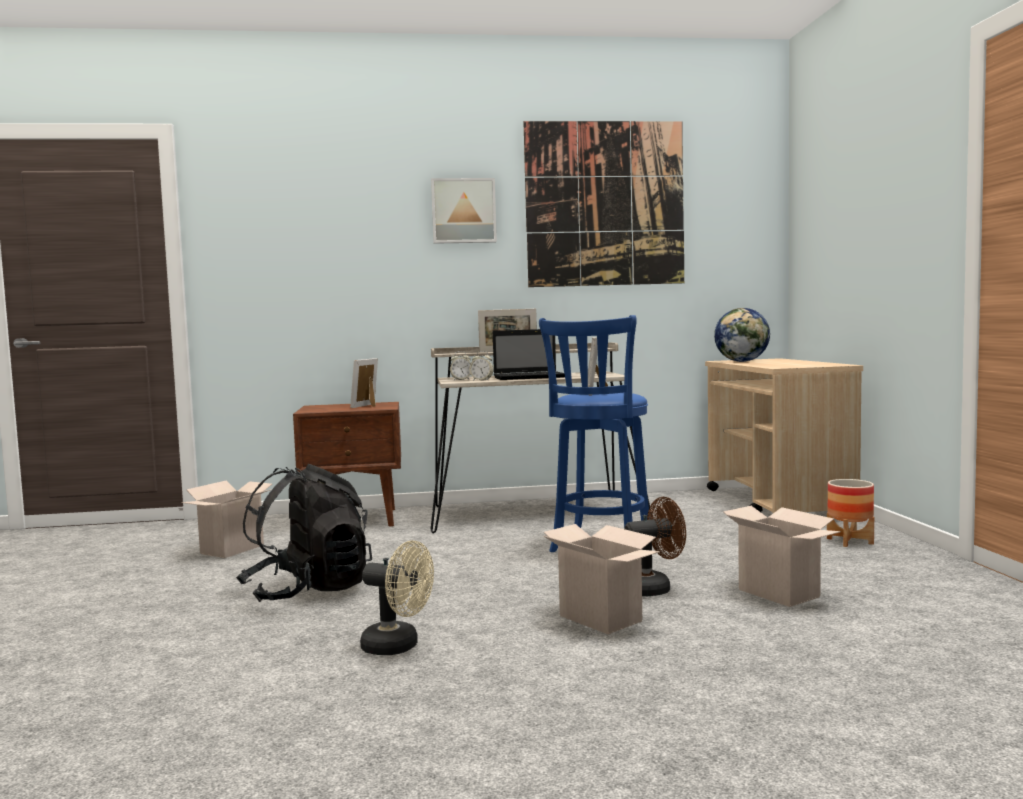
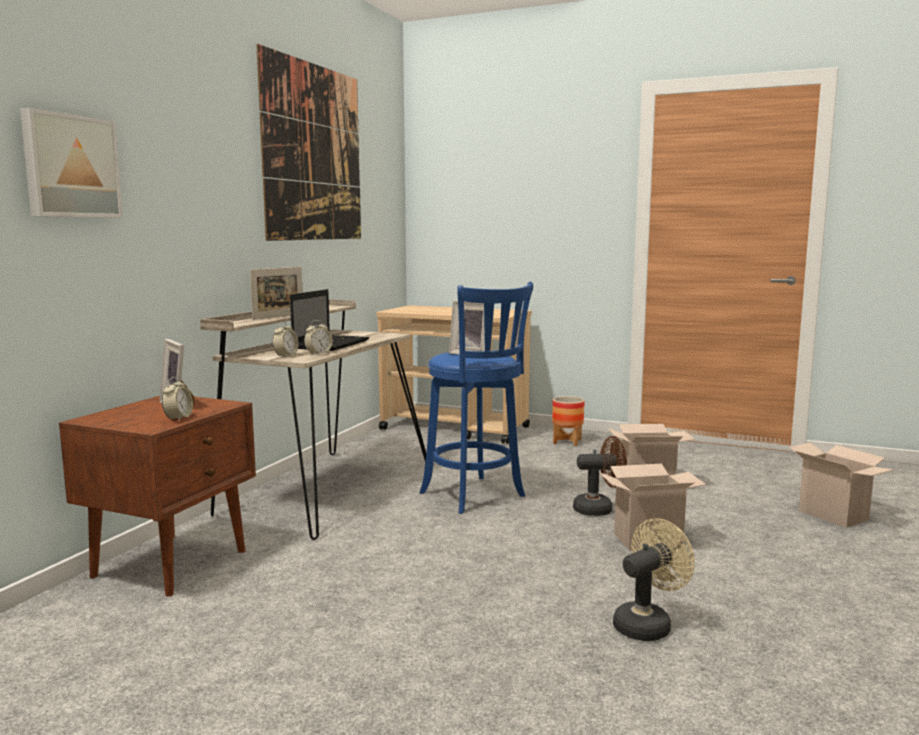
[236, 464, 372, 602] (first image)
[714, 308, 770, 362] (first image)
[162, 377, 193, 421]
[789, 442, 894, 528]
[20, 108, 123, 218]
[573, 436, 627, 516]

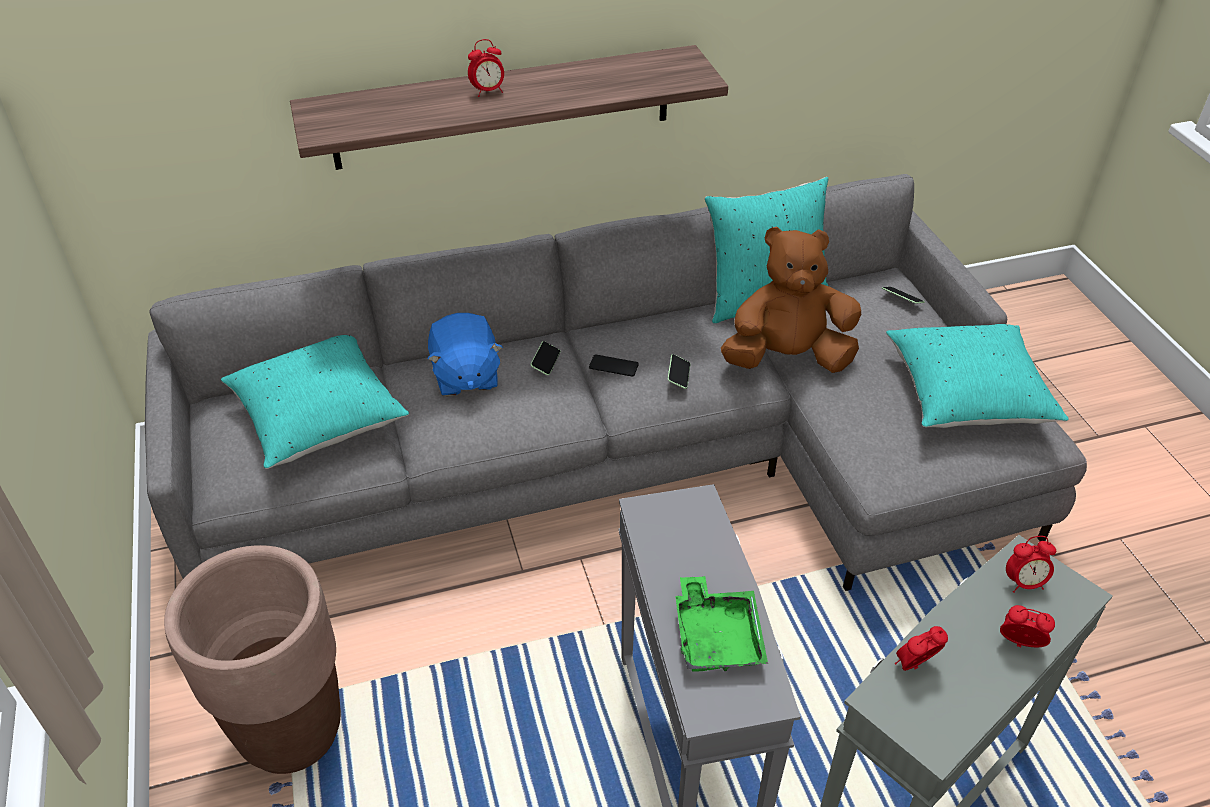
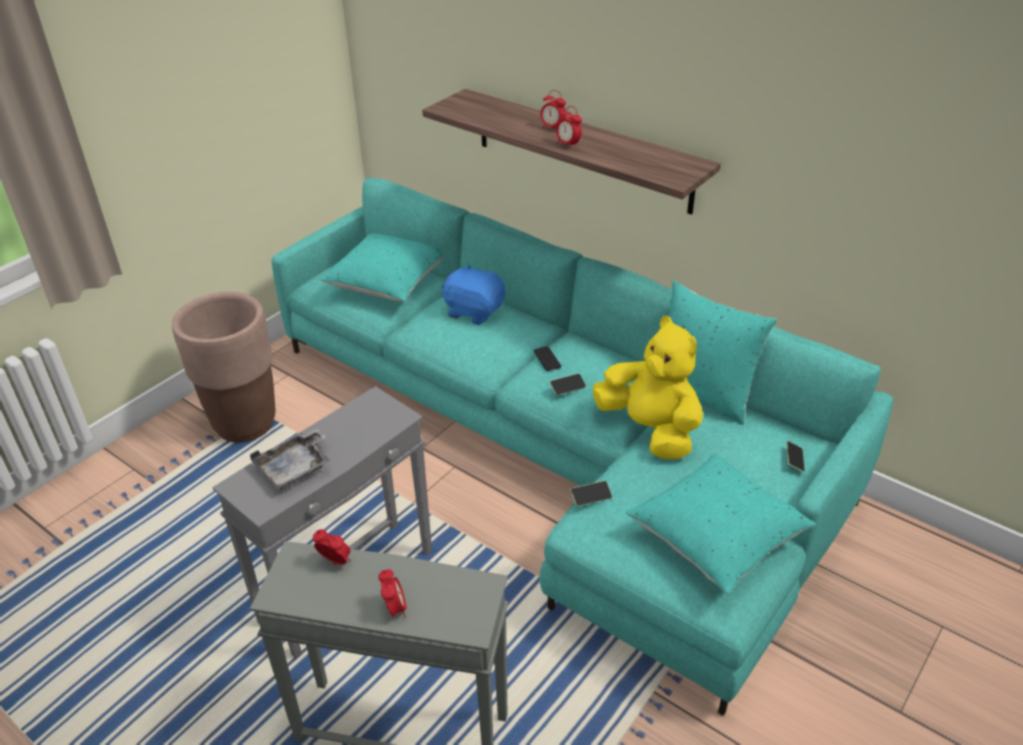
[570, 481, 612, 506]
[556, 106, 582, 149]
[272, 178, 894, 716]
[250, 428, 330, 490]
[593, 316, 703, 459]
[442, 264, 505, 325]

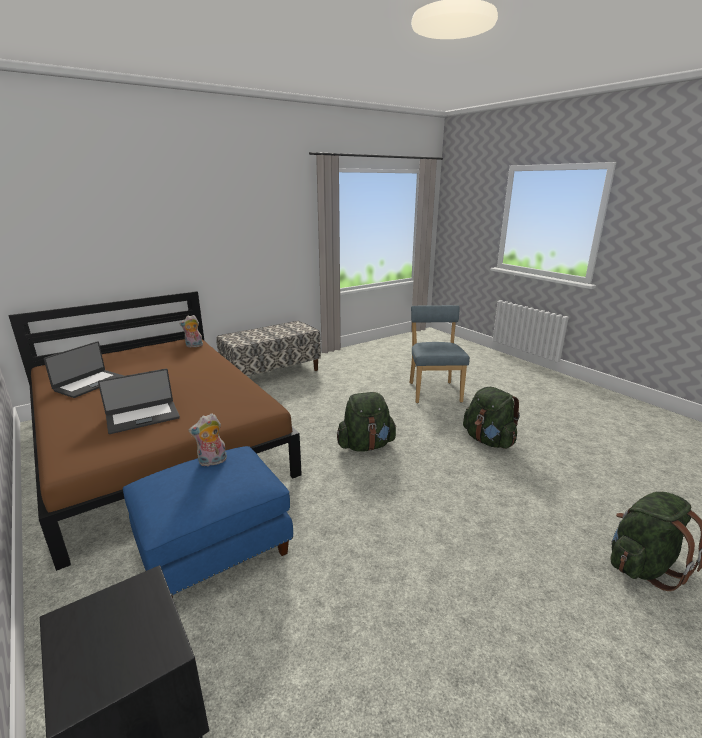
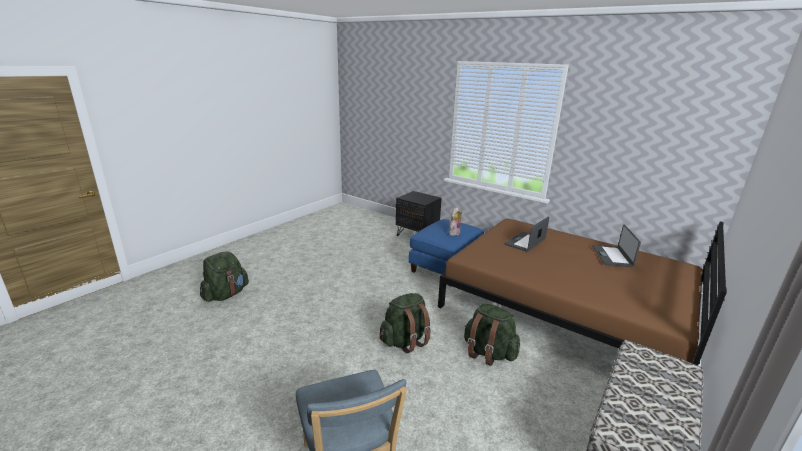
[179, 315, 203, 348] (first image)
[464, 304, 520, 366]

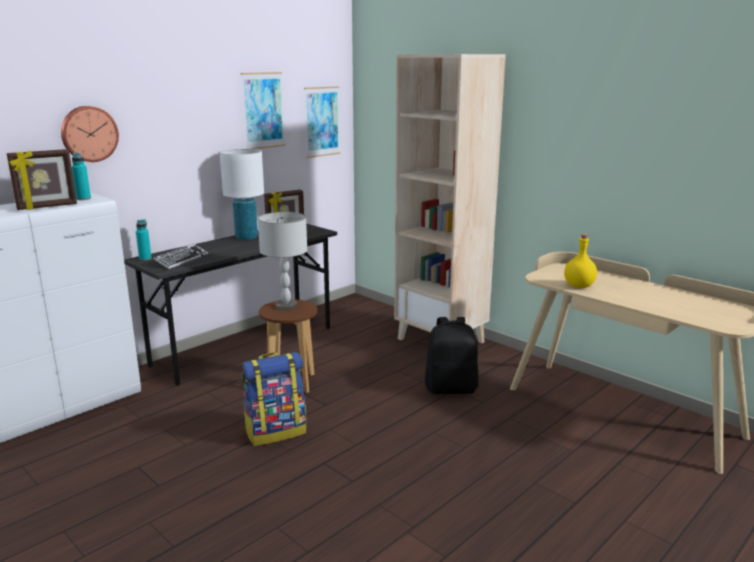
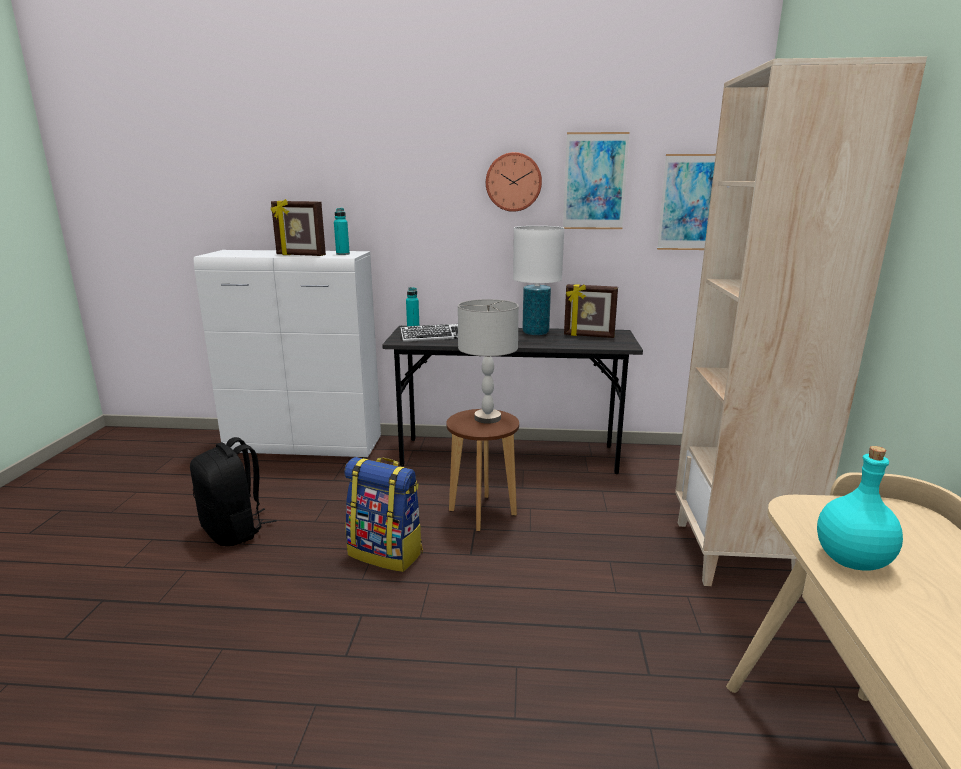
[486, 152, 542, 212]
[190, 437, 277, 546]
[817, 446, 903, 571]

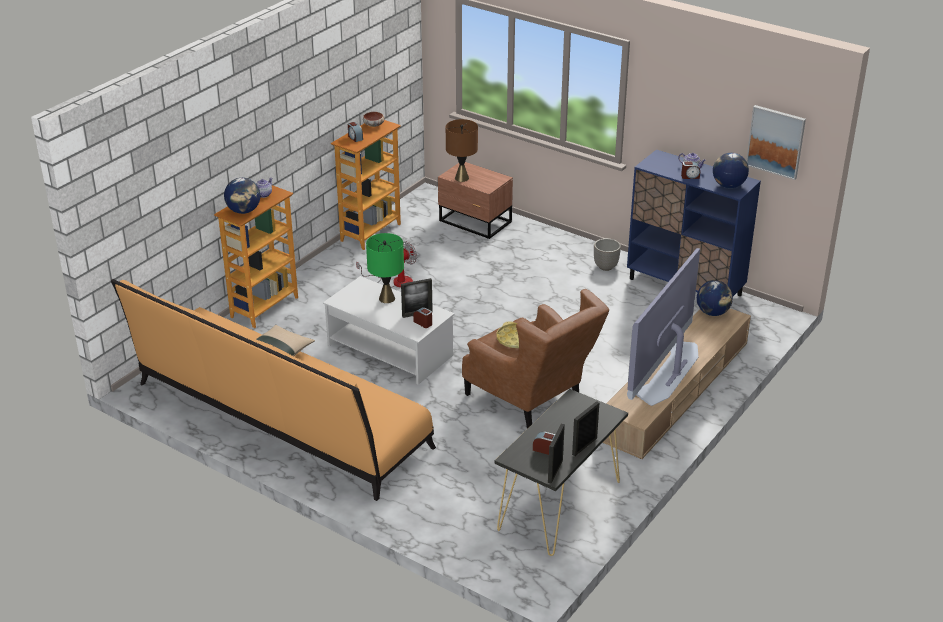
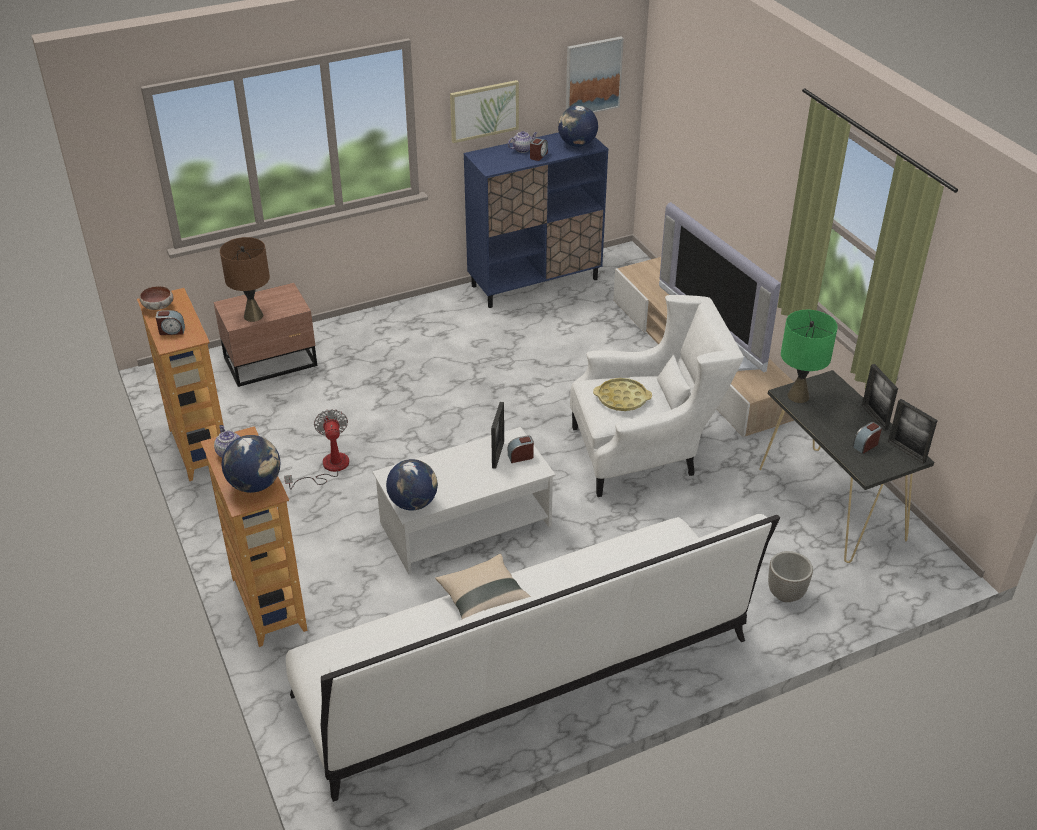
[450, 80, 519, 143]
[781, 310, 838, 403]
[768, 551, 813, 602]
[386, 459, 438, 511]
[286, 514, 780, 802]
[570, 295, 744, 497]

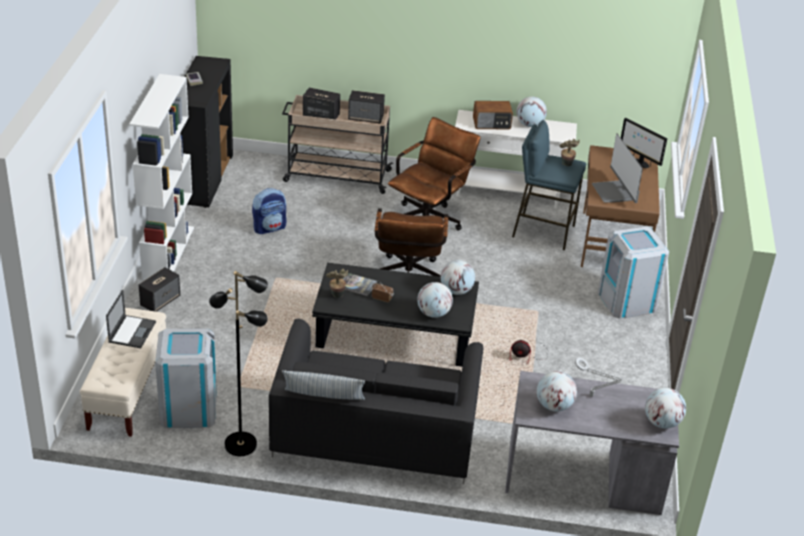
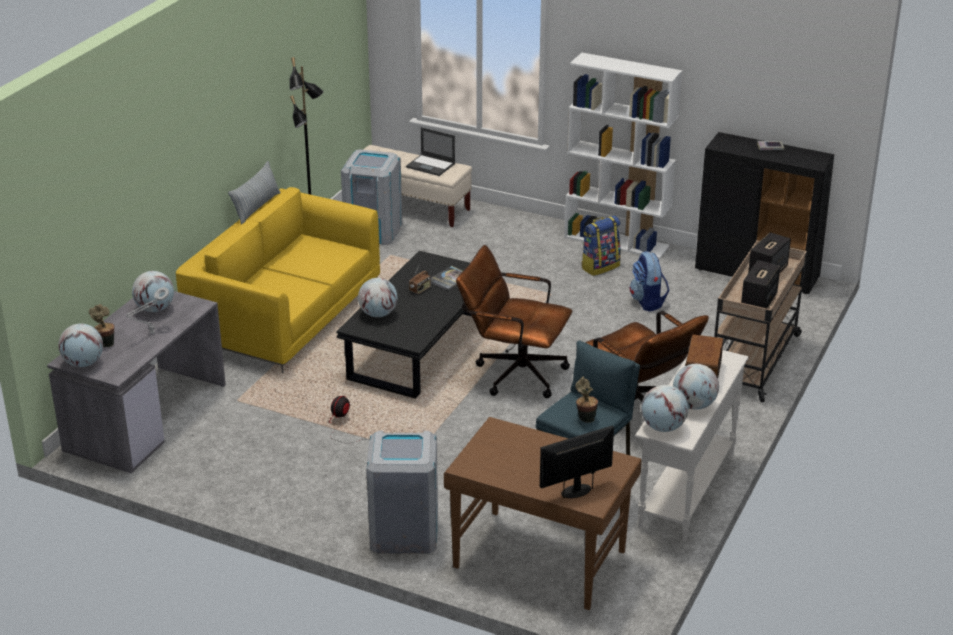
[139, 267, 180, 312] (first image)
[591, 133, 643, 203] (first image)
[581, 216, 621, 276]
[89, 304, 114, 347]
[641, 385, 688, 432]
[176, 187, 380, 373]

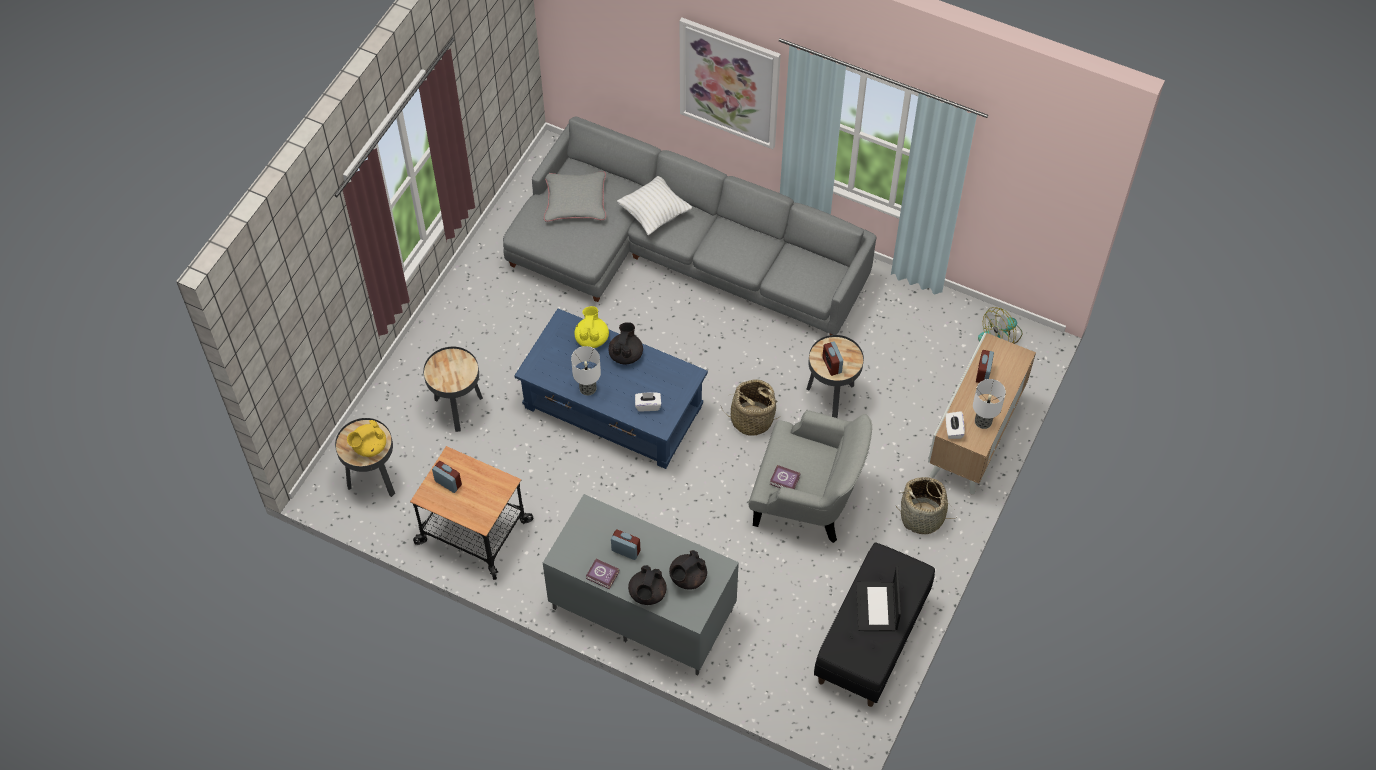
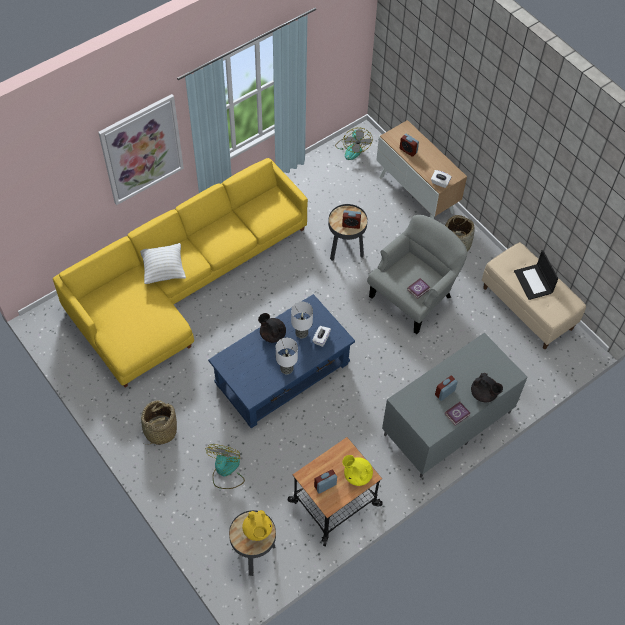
[544, 171, 606, 222] (first image)
[669, 550, 707, 590] (first image)
[342, 455, 373, 486]
[141, 400, 177, 445]
[291, 301, 313, 339]
[206, 444, 245, 489]
[53, 158, 308, 387]
[482, 242, 586, 349]
[514, 250, 558, 300]

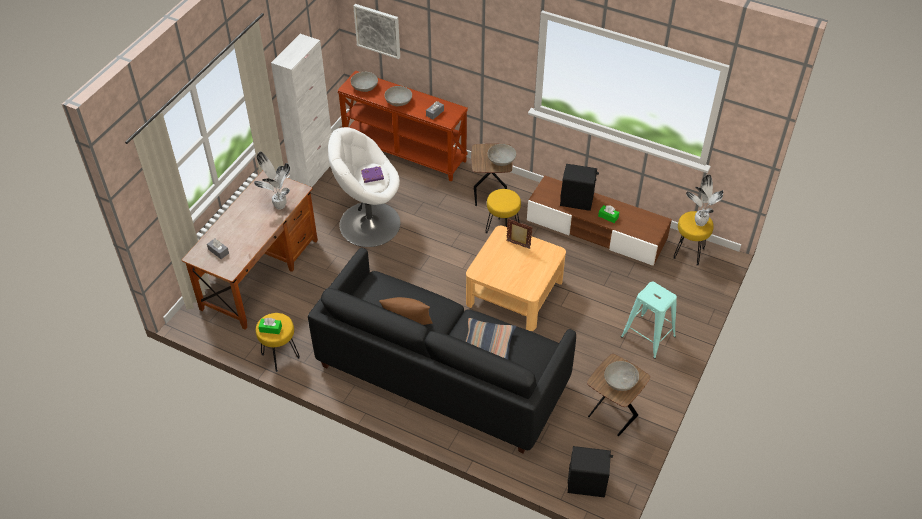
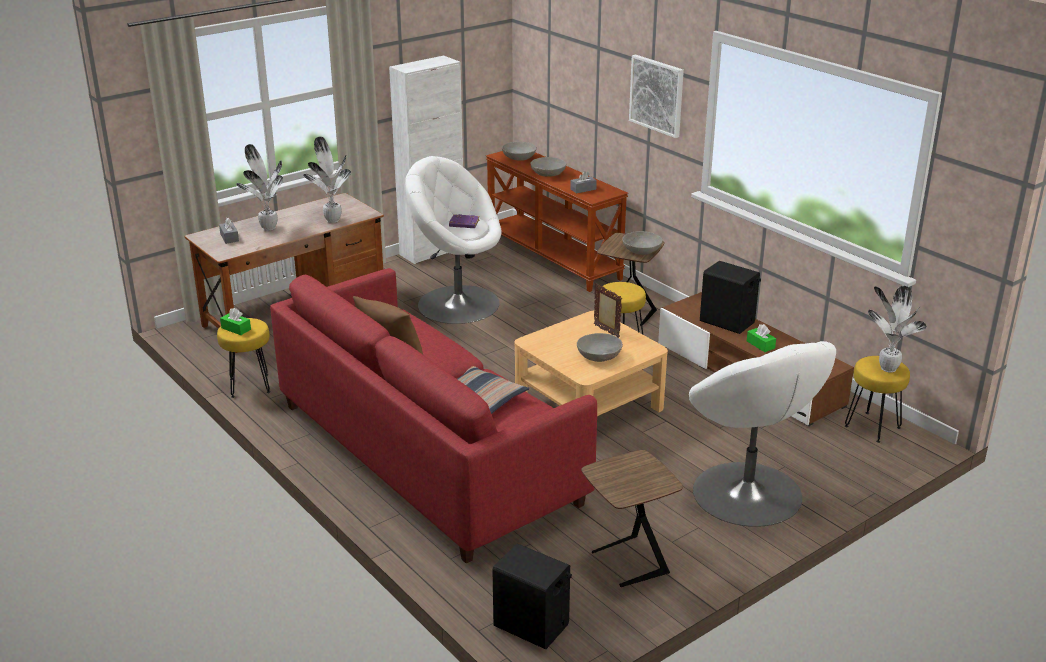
[236, 144, 283, 231]
[629, 54, 684, 138]
[577, 333, 623, 362]
[689, 341, 836, 527]
[270, 268, 597, 563]

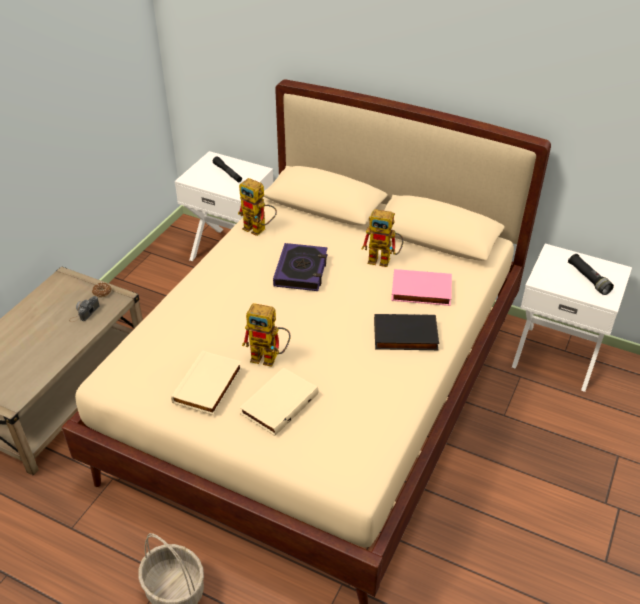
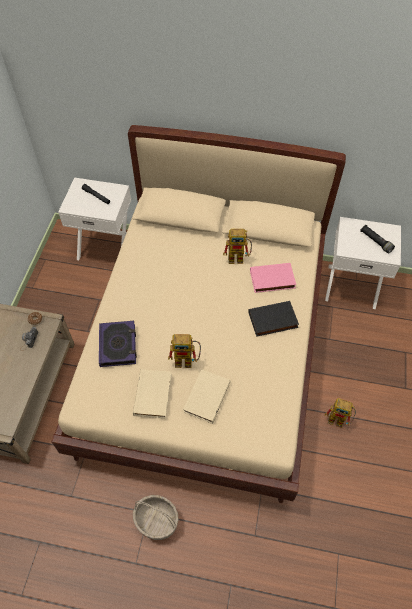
[325, 398, 356, 428]
[99, 321, 137, 367]

